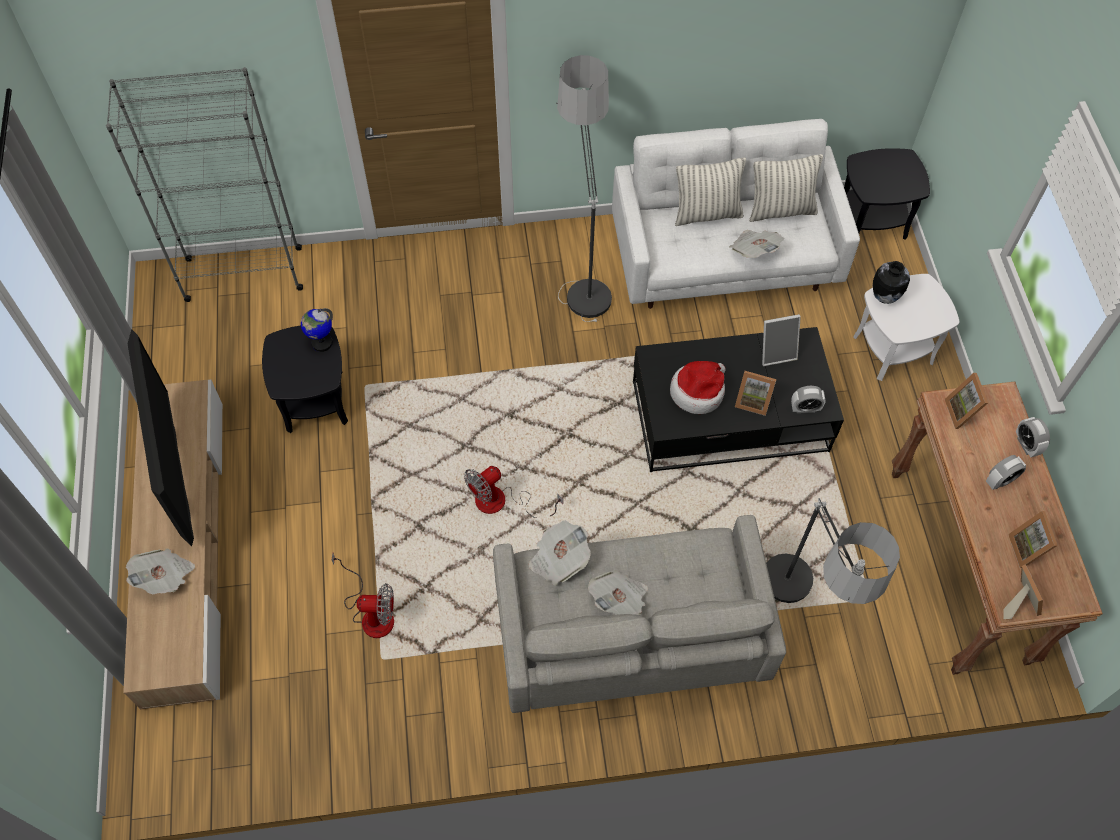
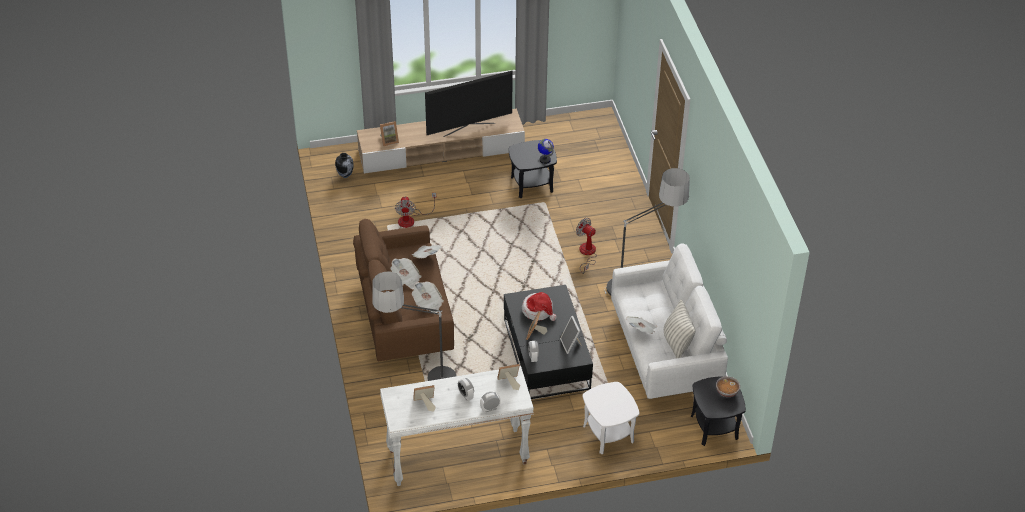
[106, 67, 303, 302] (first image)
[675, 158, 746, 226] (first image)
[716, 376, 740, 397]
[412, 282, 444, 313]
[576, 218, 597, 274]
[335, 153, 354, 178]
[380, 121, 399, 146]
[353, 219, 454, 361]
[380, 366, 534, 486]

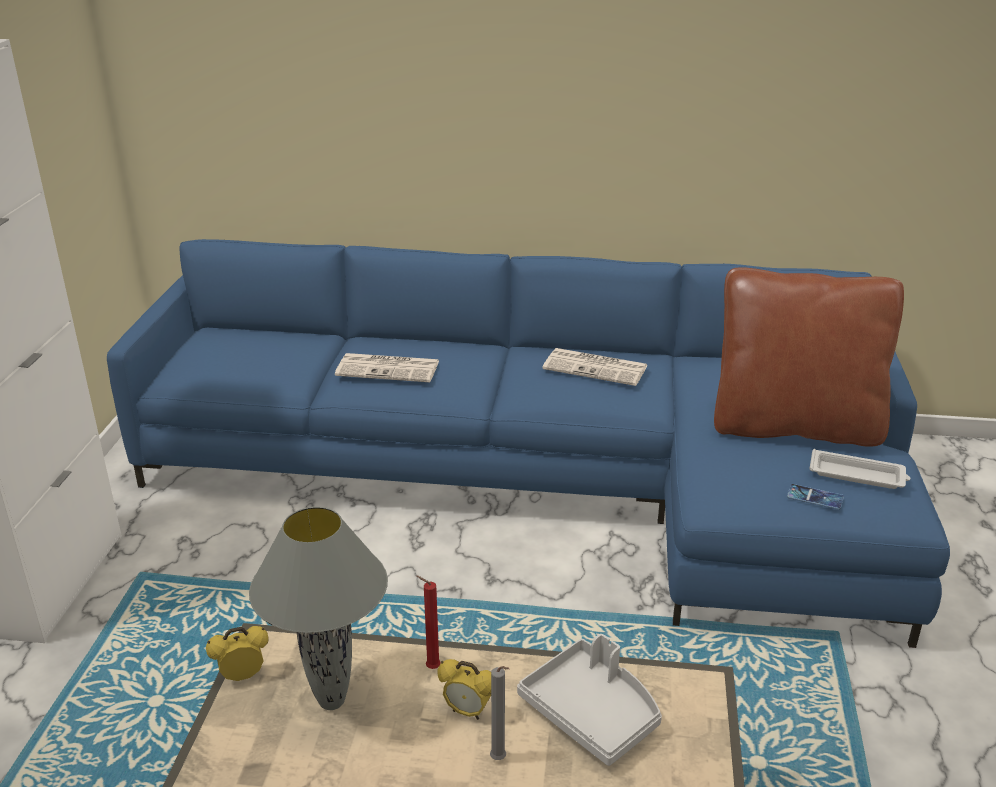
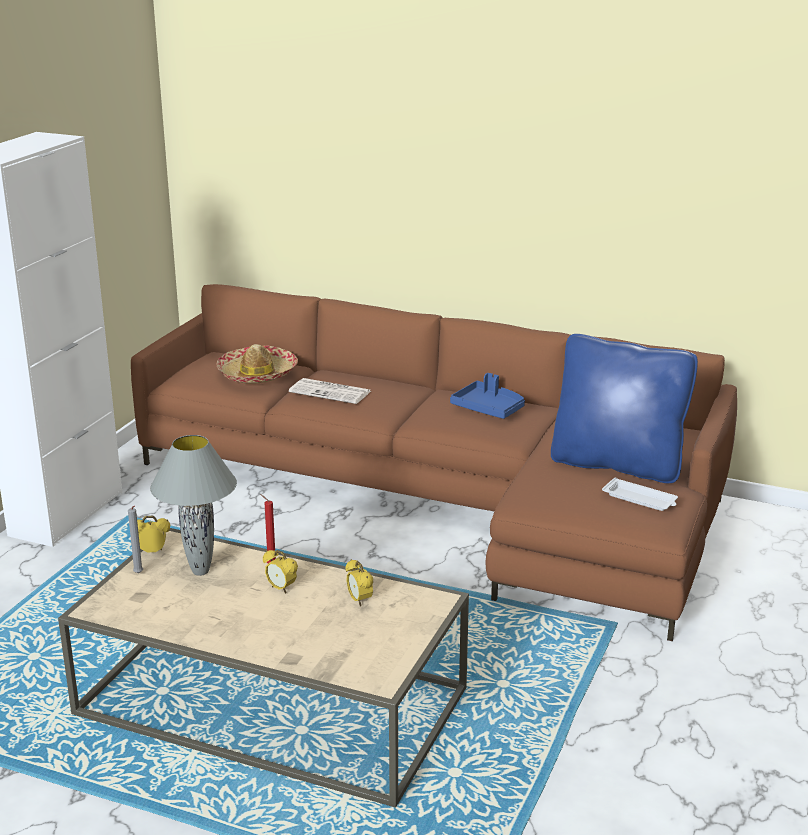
[787, 484, 844, 509] (first image)
[217, 344, 298, 384]
[128, 506, 143, 573]
[345, 559, 373, 606]
[450, 373, 525, 419]
[131, 284, 737, 641]
[551, 334, 698, 483]

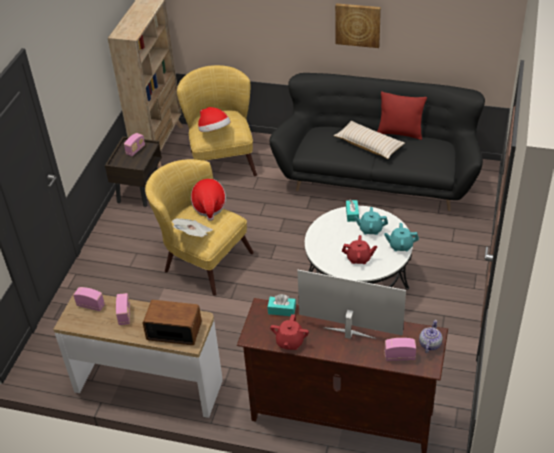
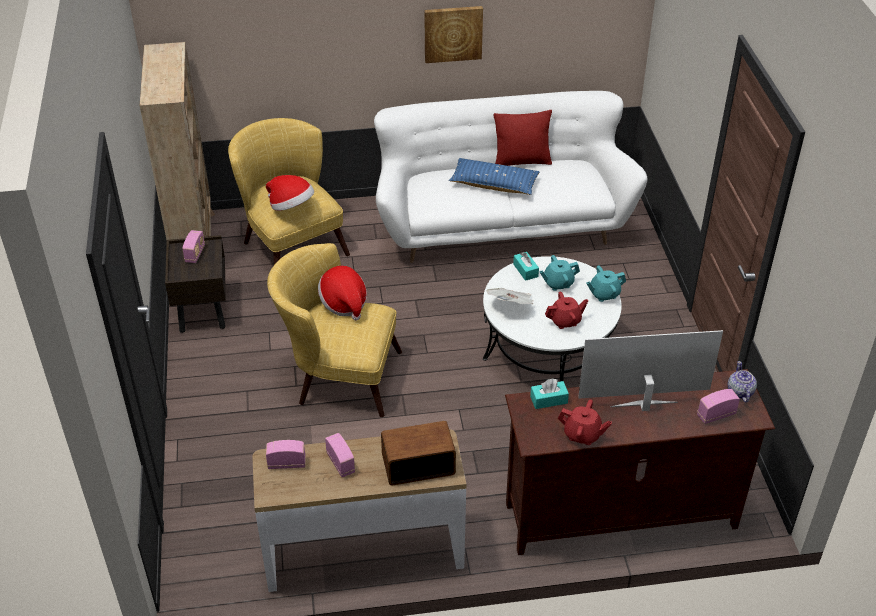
[487, 288, 533, 304]
[374, 91, 647, 263]
[449, 158, 539, 195]
[558, 400, 612, 445]

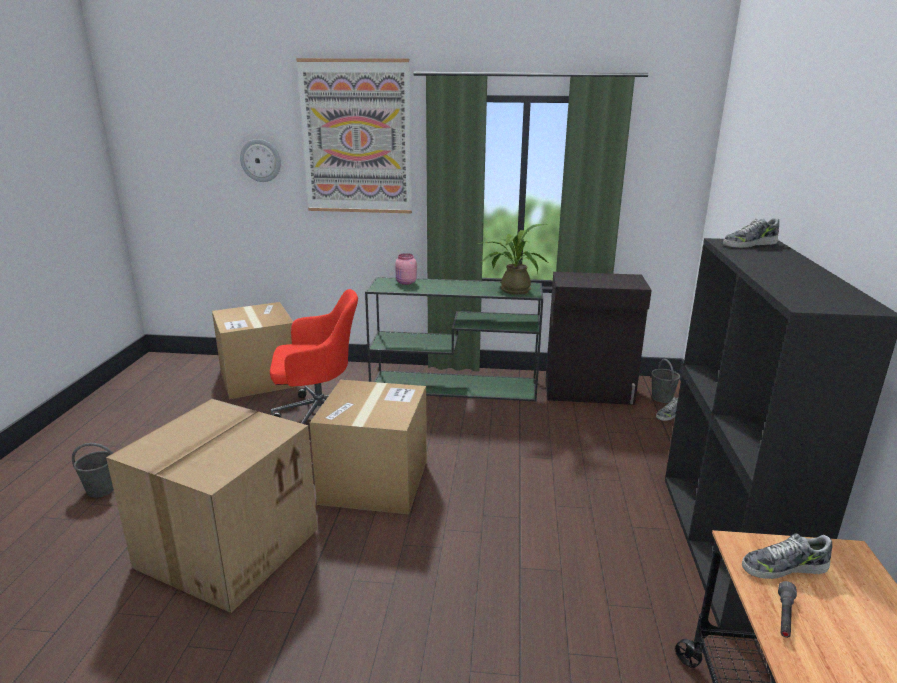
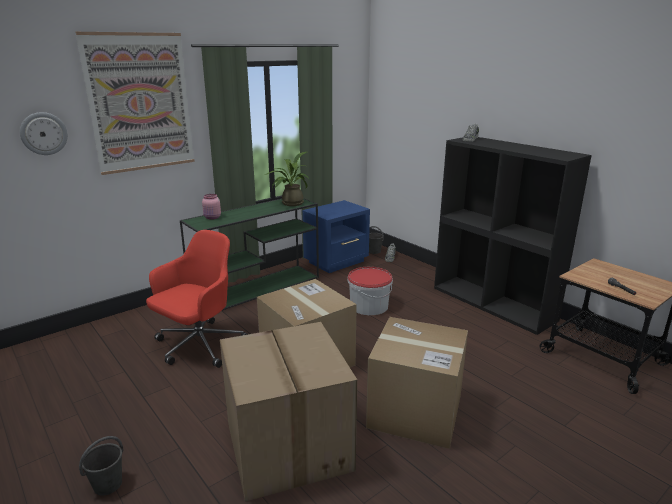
[742, 533, 832, 579] (first image)
[347, 267, 393, 315]
[366, 317, 468, 449]
[302, 200, 370, 273]

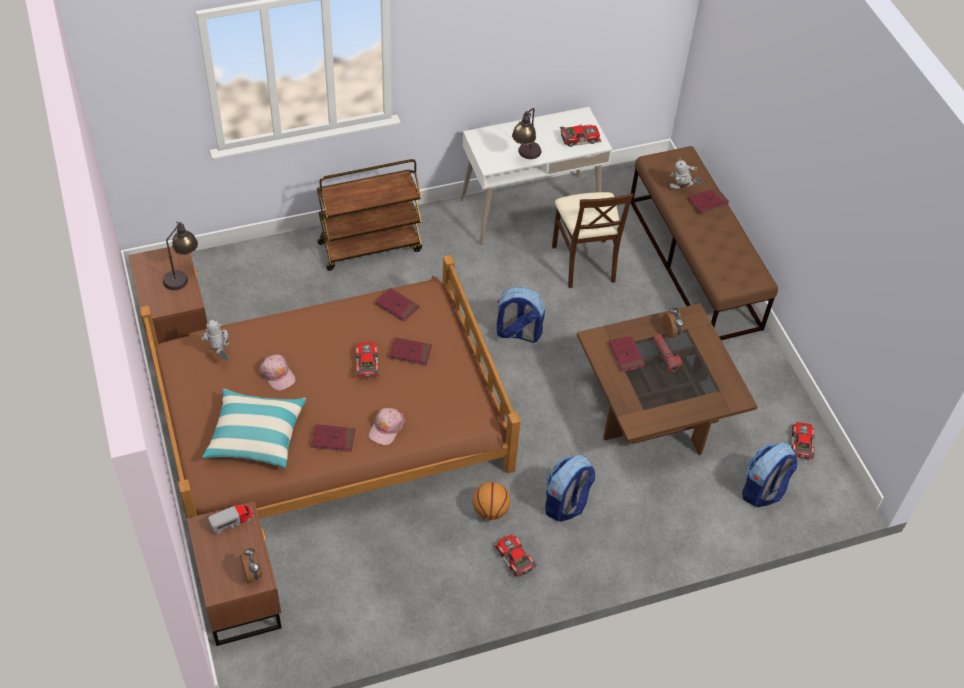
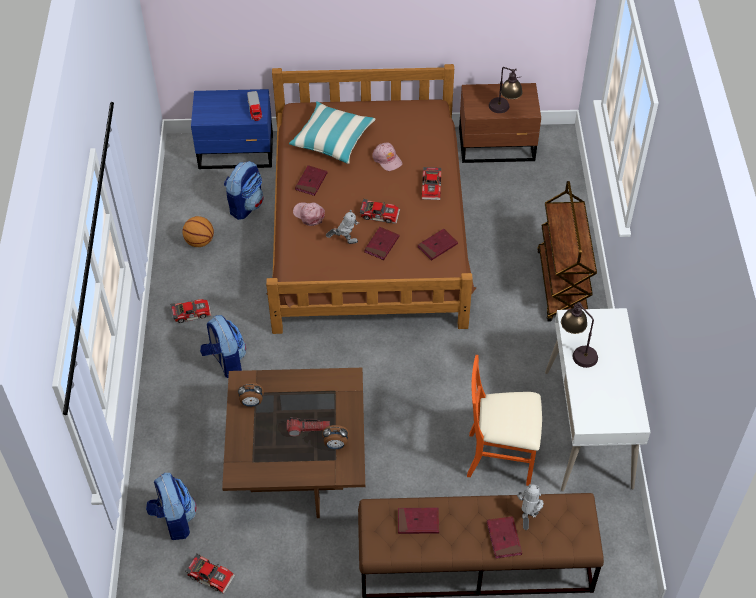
[326, 210, 359, 244]
[238, 383, 264, 407]
[182, 216, 214, 247]
[224, 161, 264, 220]
[422, 167, 442, 200]
[398, 508, 439, 534]
[191, 89, 273, 169]
[467, 355, 542, 486]
[372, 143, 402, 171]

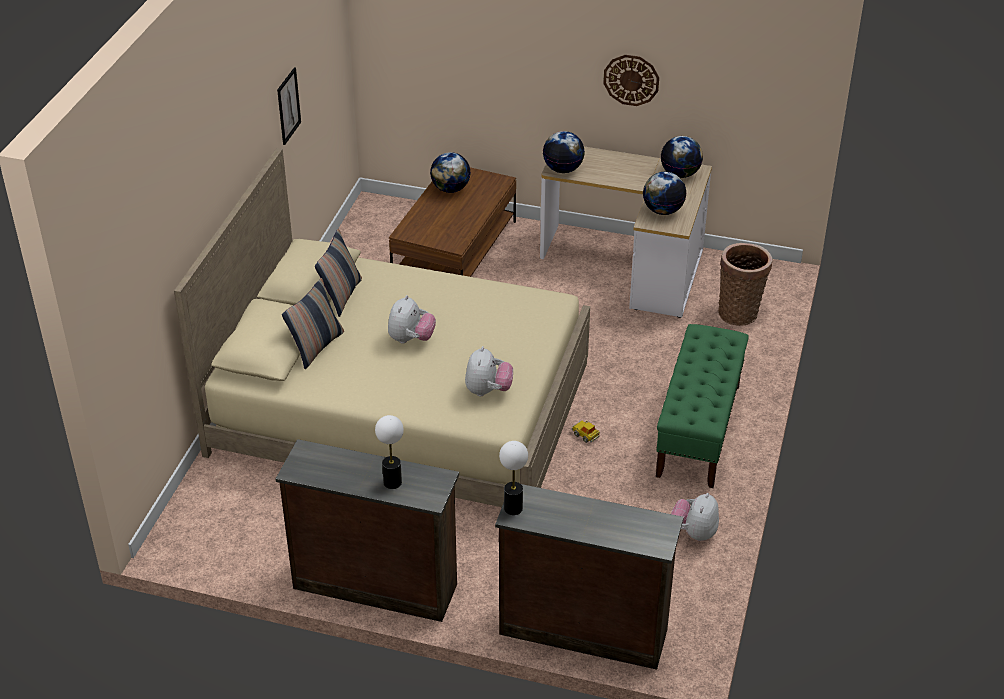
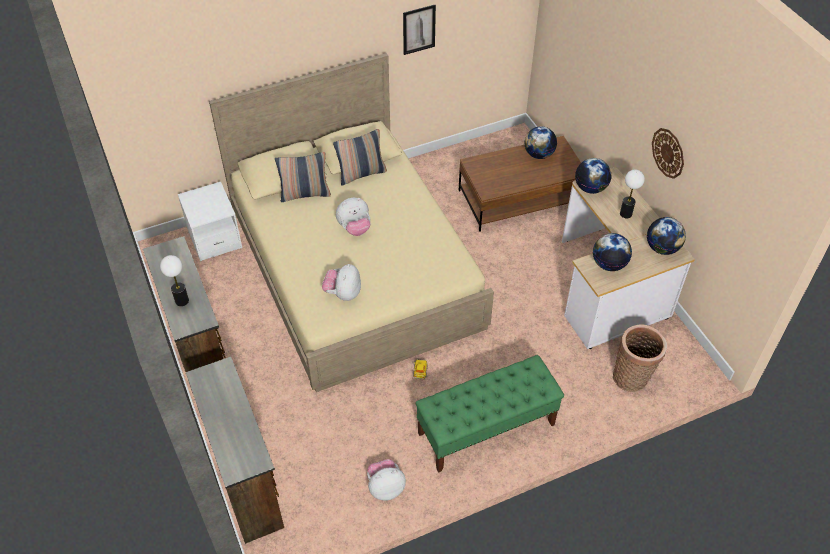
[178, 182, 242, 261]
[620, 170, 645, 218]
[322, 264, 361, 301]

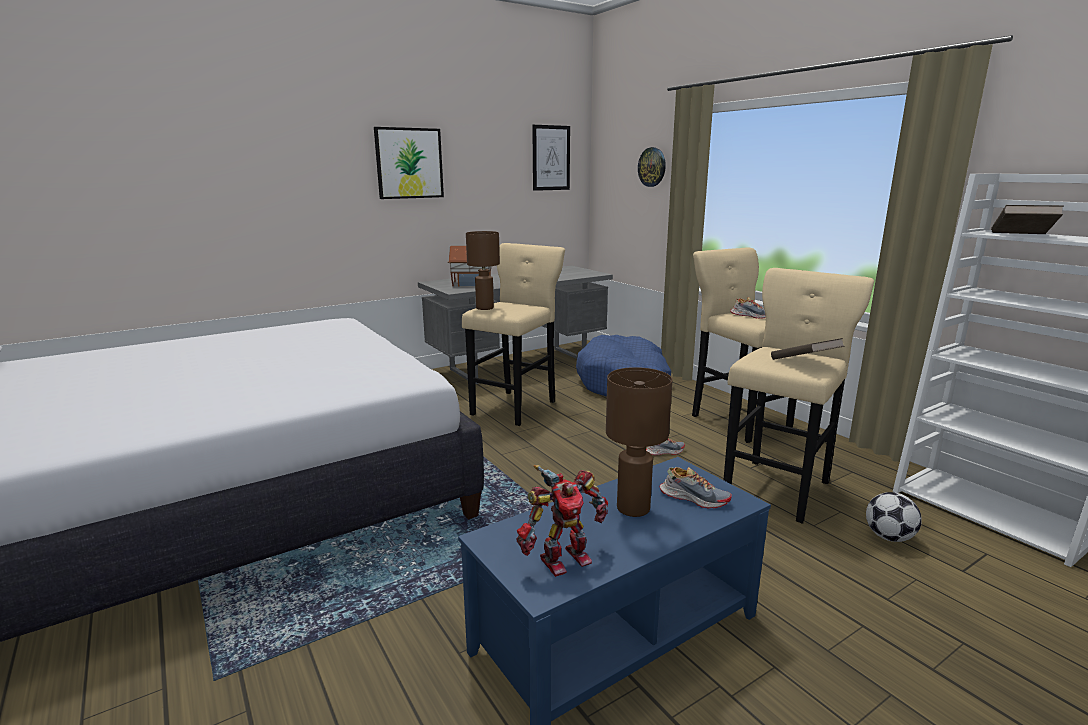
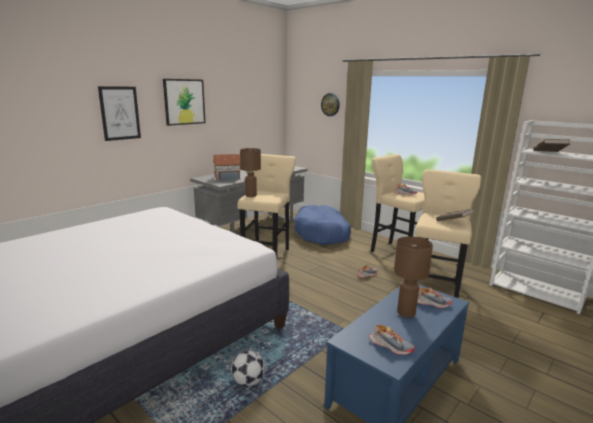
[98, 86, 141, 141]
[231, 350, 265, 387]
[369, 325, 415, 355]

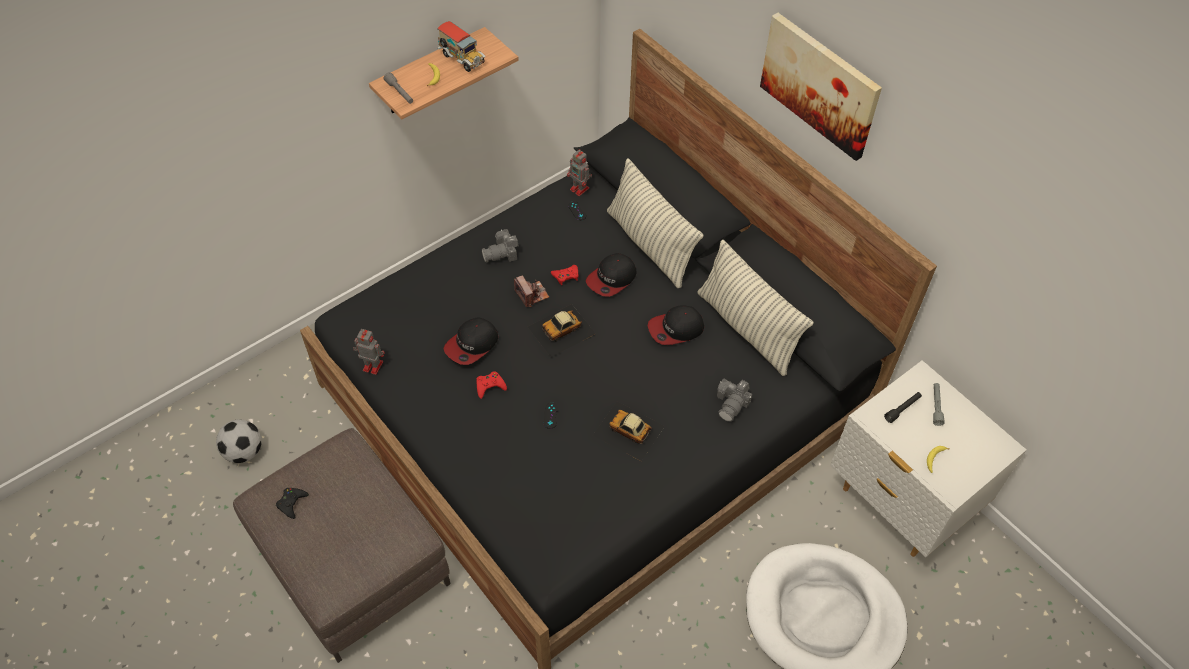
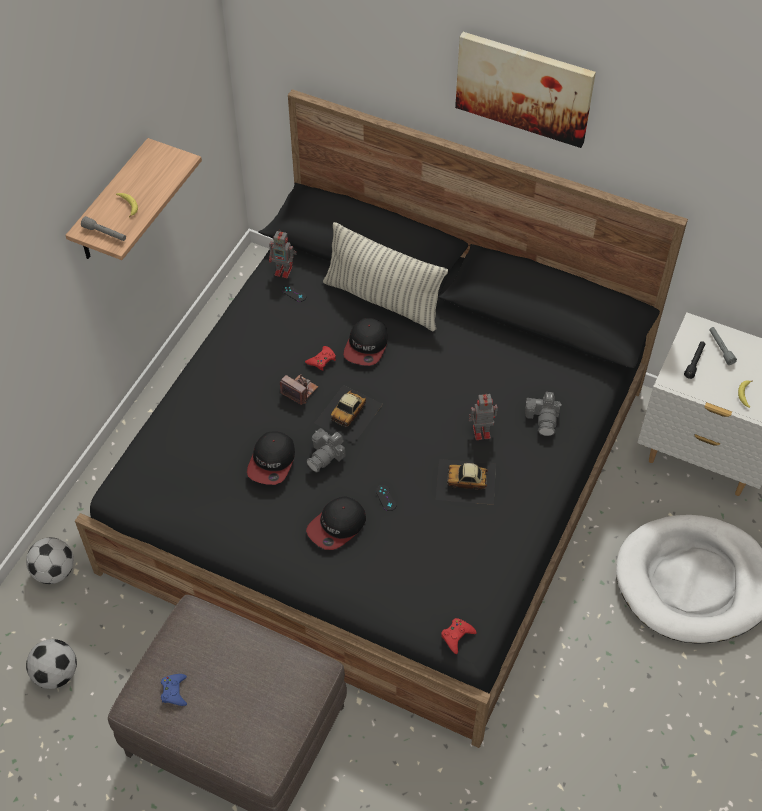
[437, 21, 486, 72] (first image)
[698, 240, 814, 376] (first image)
[26, 537, 74, 584]
[469, 394, 498, 440]
[441, 618, 477, 654]
[306, 428, 346, 472]
[306, 496, 366, 550]
[161, 674, 187, 706]

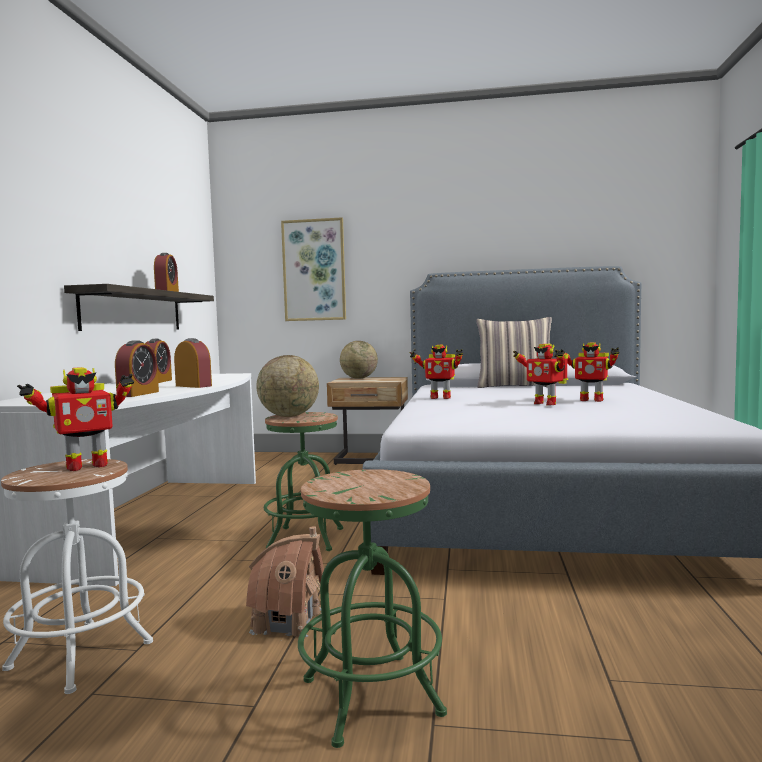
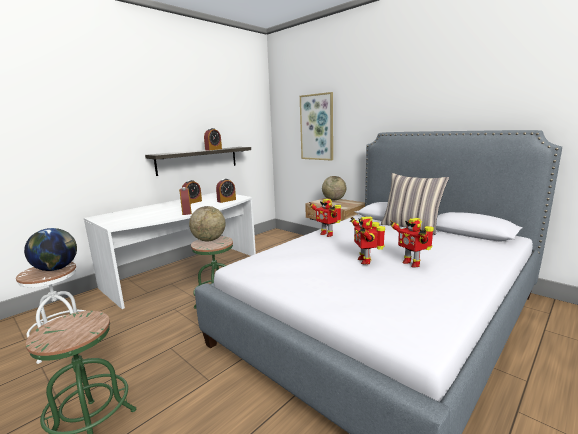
[246, 526, 324, 641] (first image)
[216, 179, 236, 203]
[24, 228, 77, 271]

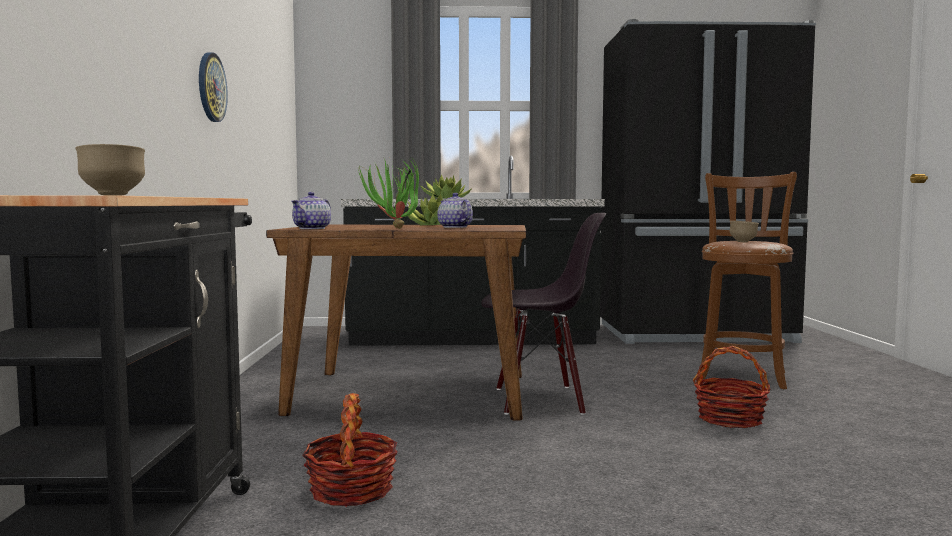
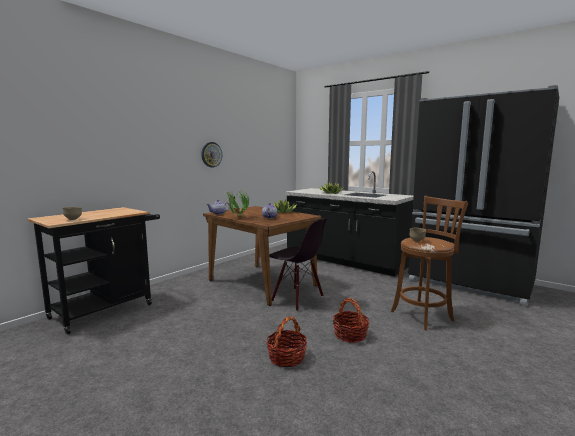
[266, 316, 307, 367]

